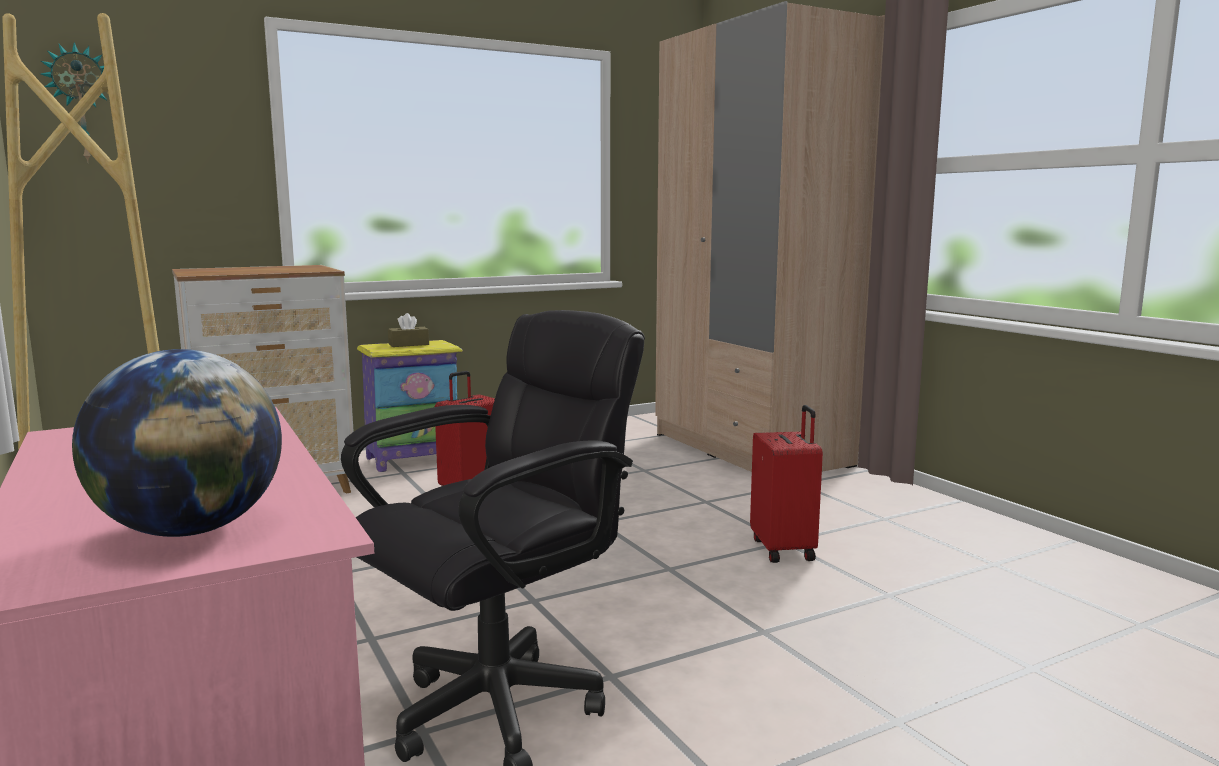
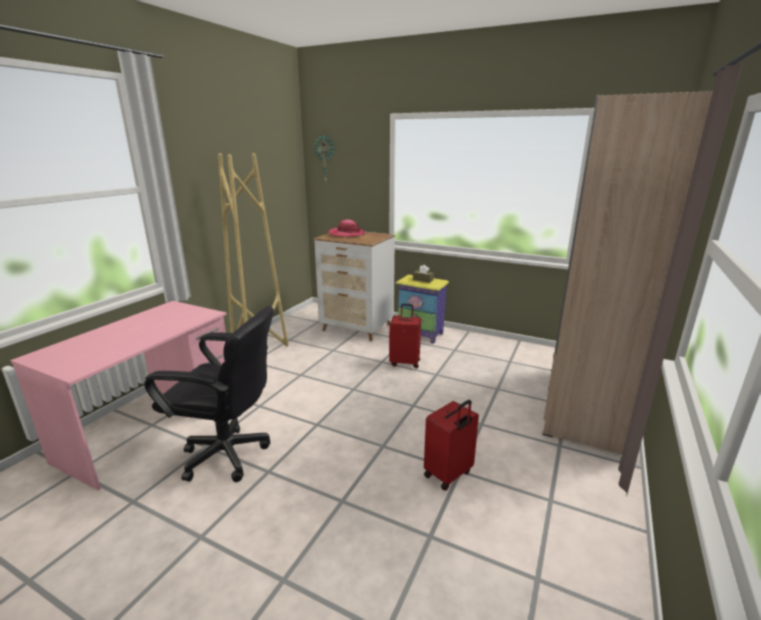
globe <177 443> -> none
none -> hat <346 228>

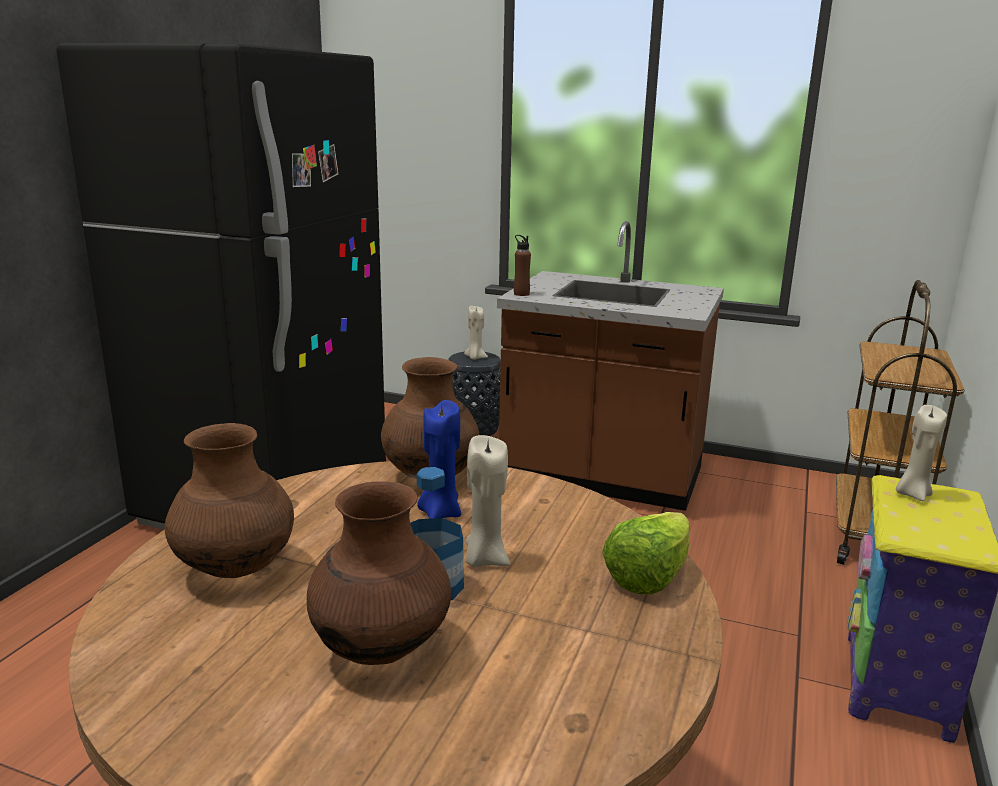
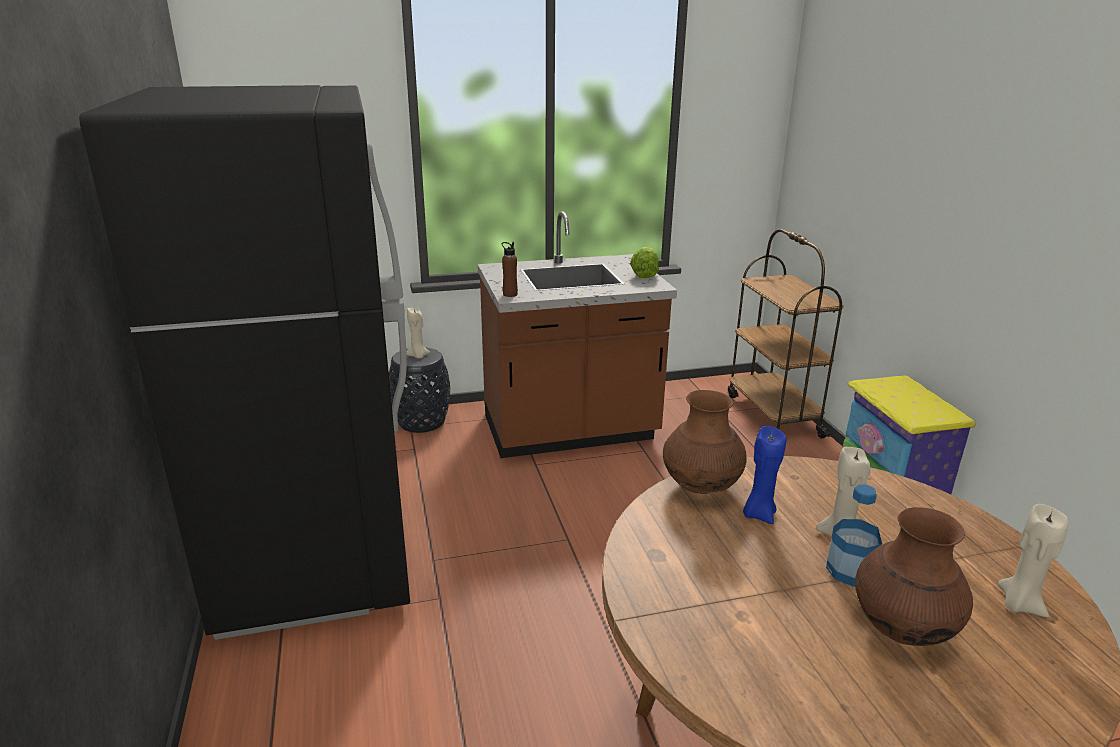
beige candle <921 453> -> beige candle <1033 560>, relocated
brown vase <229 500> -> none
lettuce <646 553> -> lettuce <644 262>, relocated

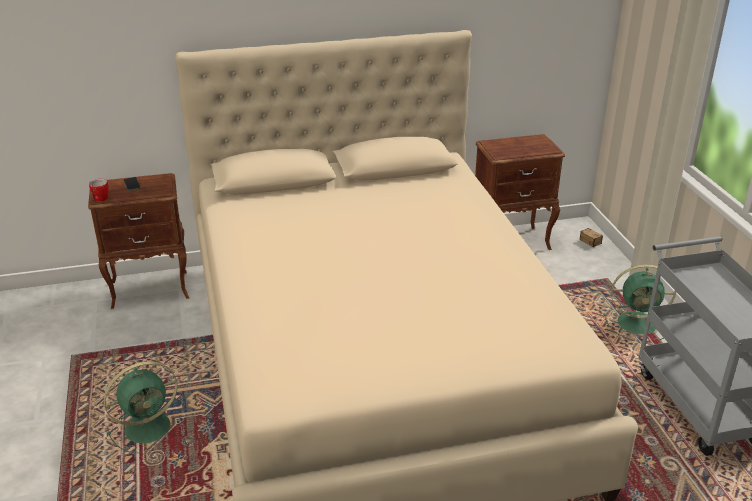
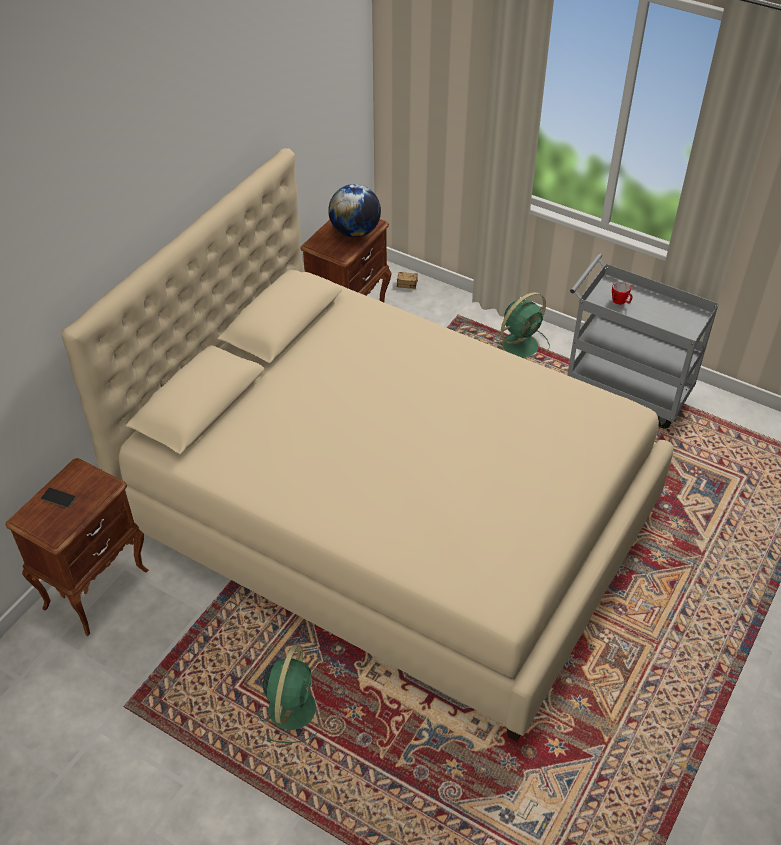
mug <99 190> -> mug <622 293>, relocated
none -> globe <354 211>

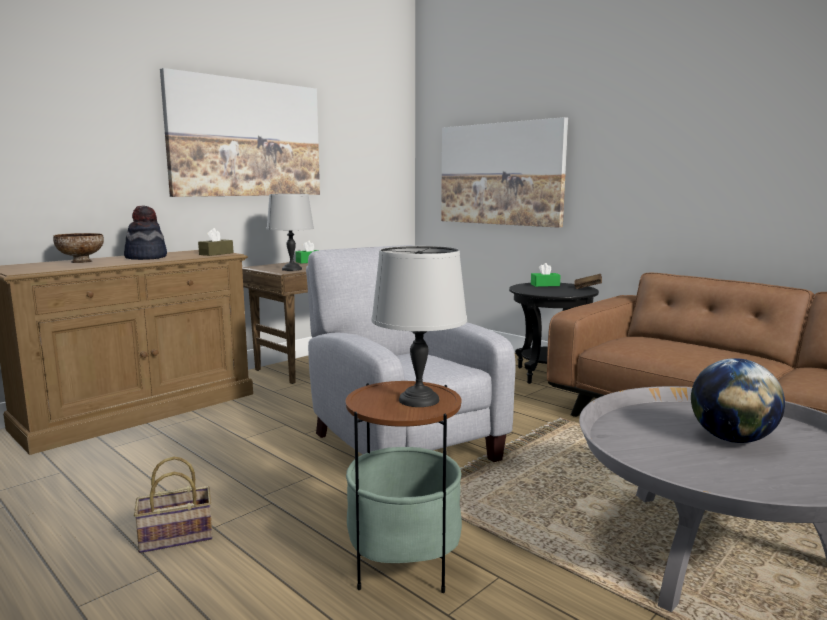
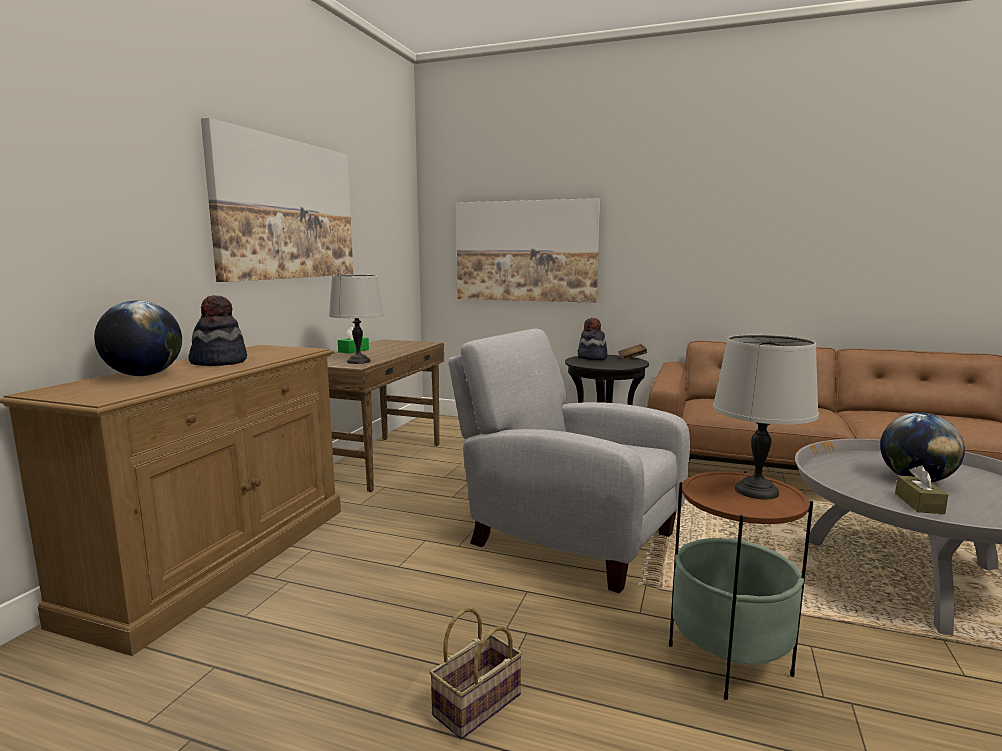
brown tissue box <216 242> -> brown tissue box <921 489>, relocated
bowl <78 248> -> globe <138 338>
green tissue box <546 275> -> hat <593 339>

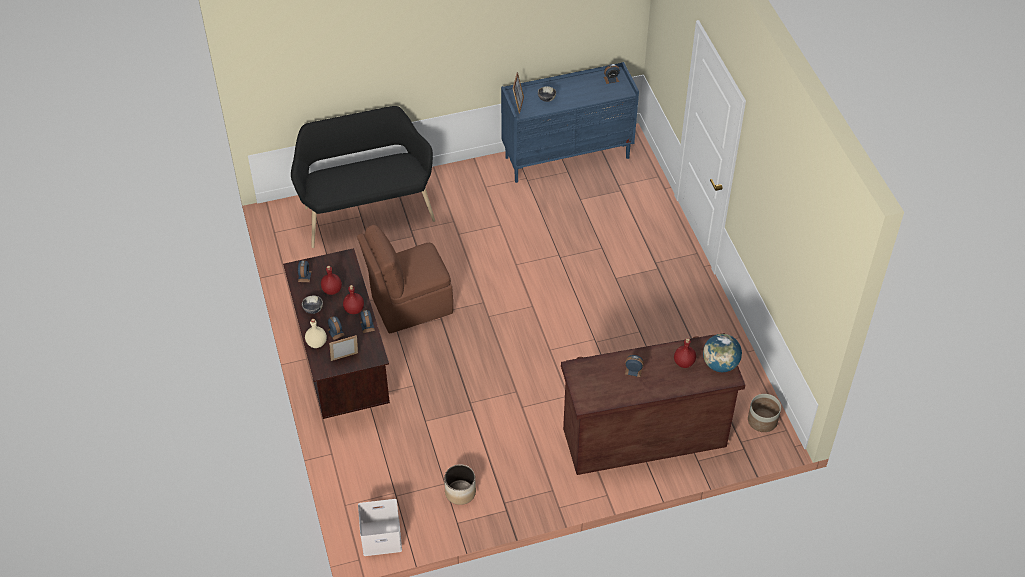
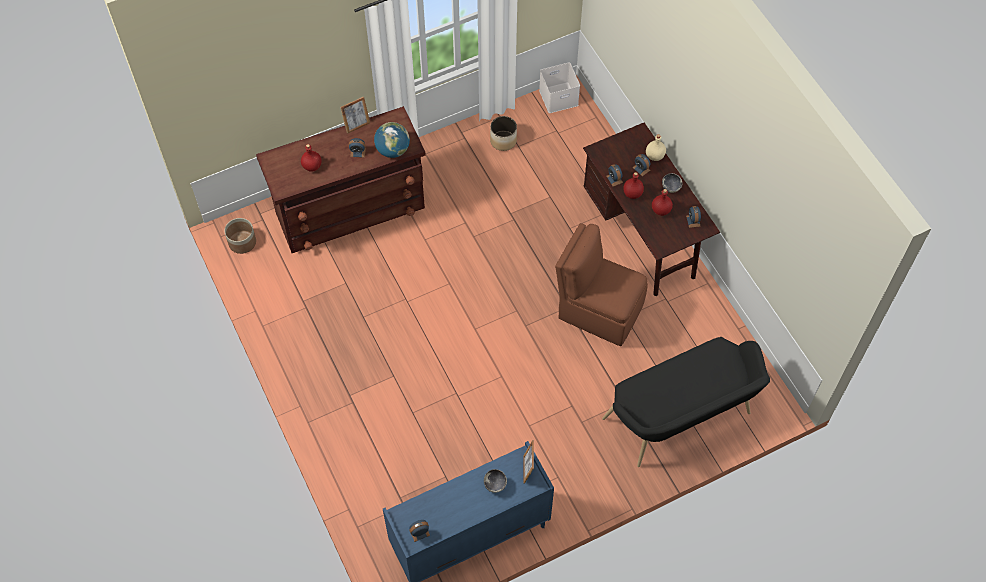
brown chair <405 279> -> brown chair <601 284>, 120 degrees counterclockwise
globe <722 353> -> globe <392 140>, relocated
picture frame <343 348> -> picture frame <355 115>, relocated

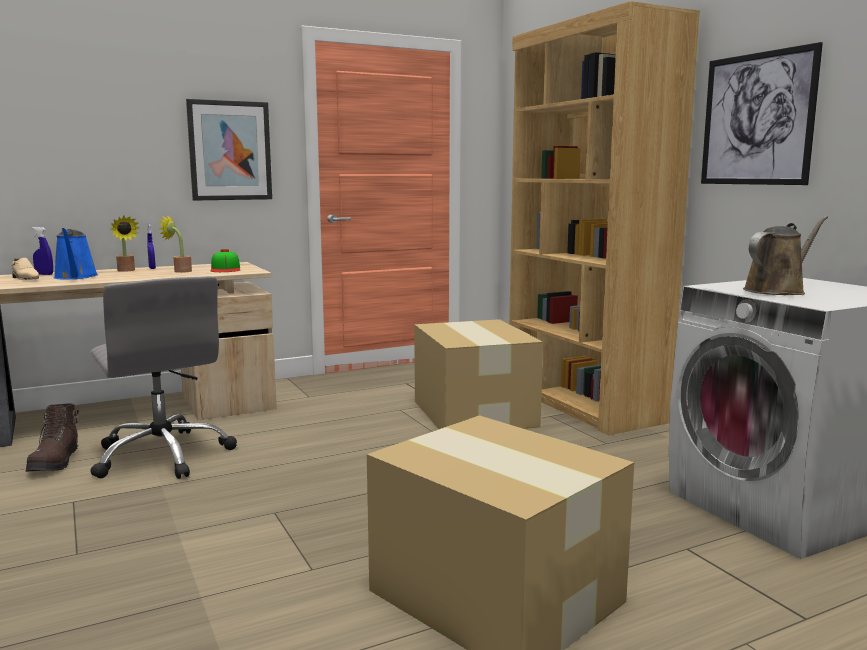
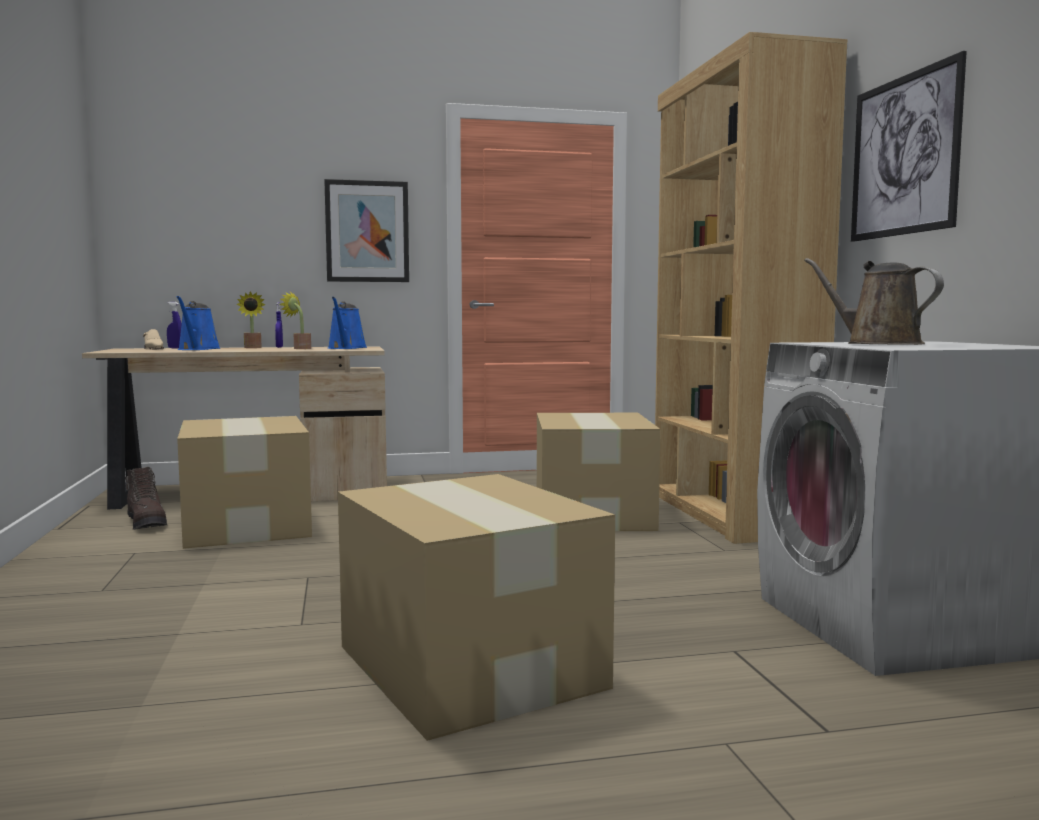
brown watering can <785 255> -> brown watering can <874 301>, 105 degrees counterclockwise
cap <225 260> -> blue watering can <347 323>
grey office chair <163 377> -> cardboard box <244 482>
brown boot <52 437> -> brown boot <146 498>, 45 degrees counterclockwise

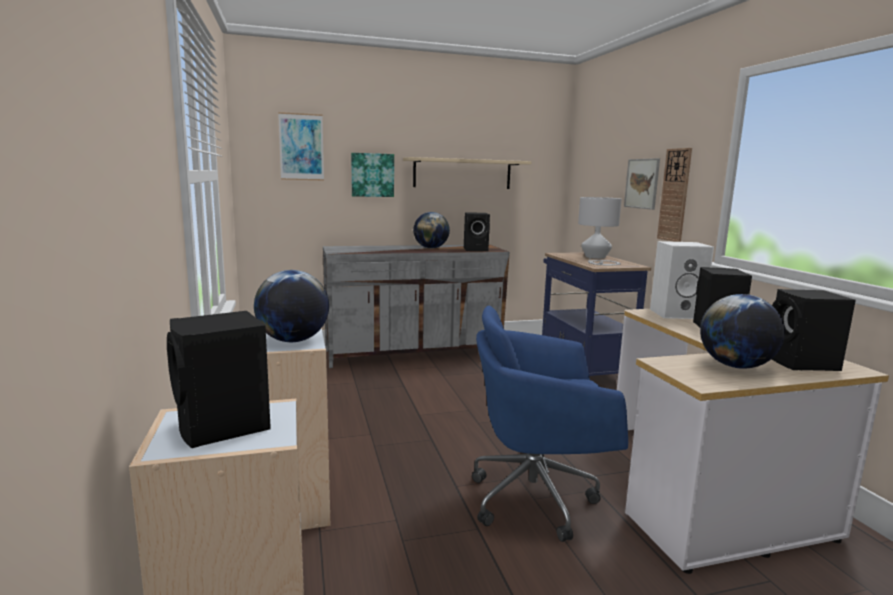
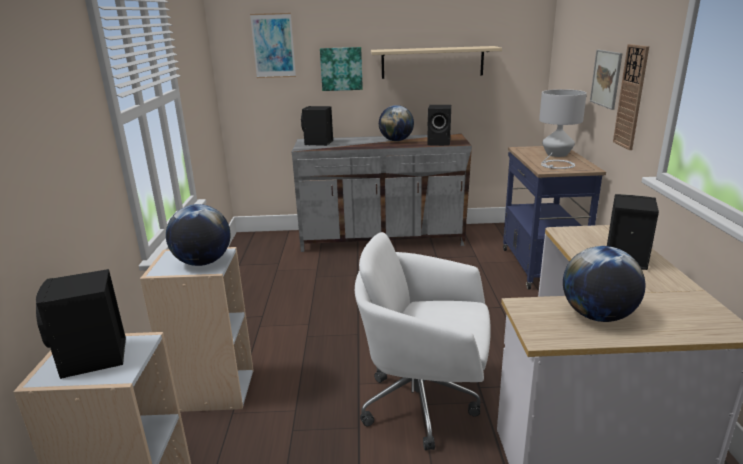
white speaker <682 280> -> none
black speaker <814 330> -> black speaker <317 126>, relocated
blue office chair <550 424> -> white office chair <423 341>

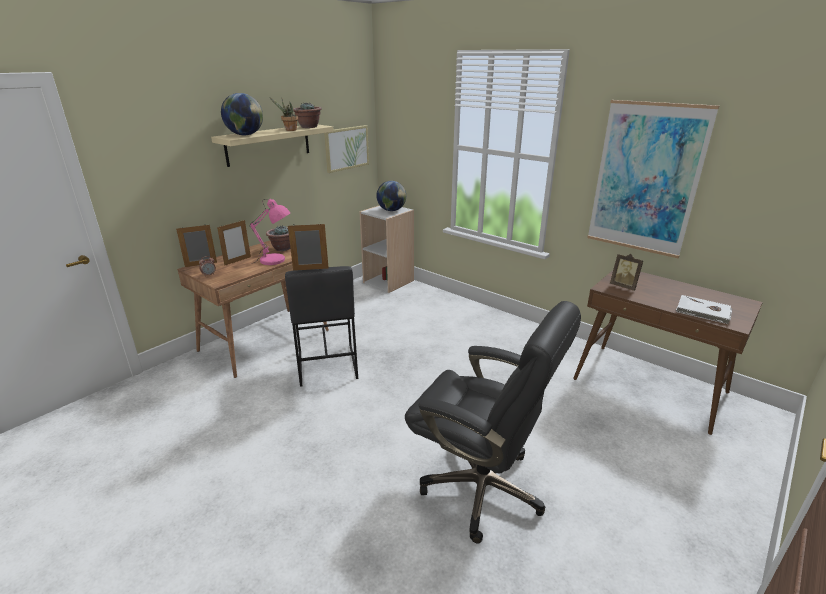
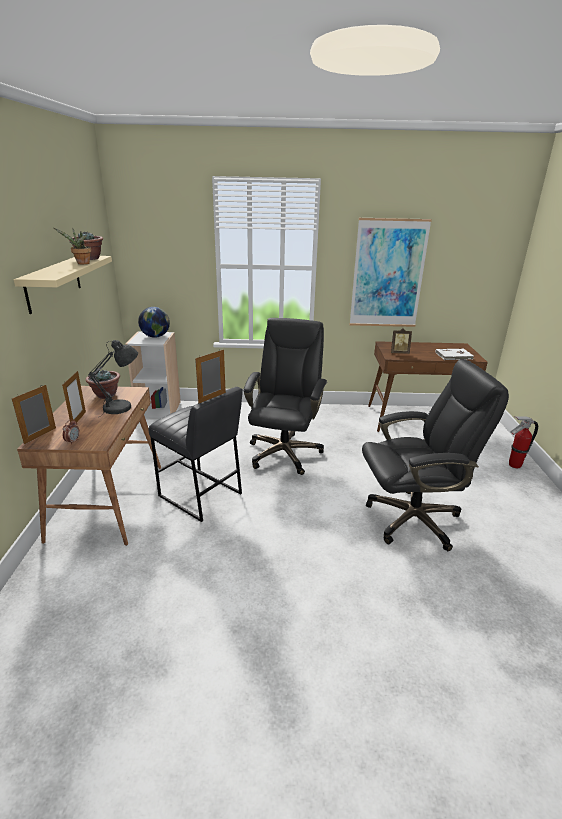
globe <242 114> -> none
picture <346 149> -> none
pink table lamp <270 232> -> grey table lamp <113 378>
none -> black office chair <285 396>
none -> fire extinguisher <523 442>

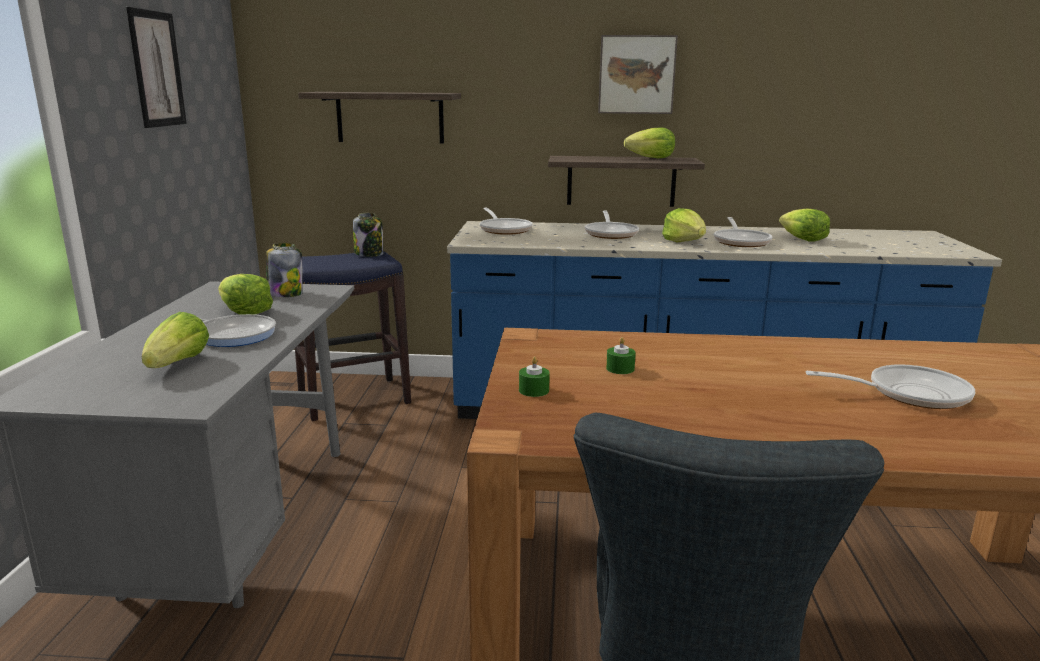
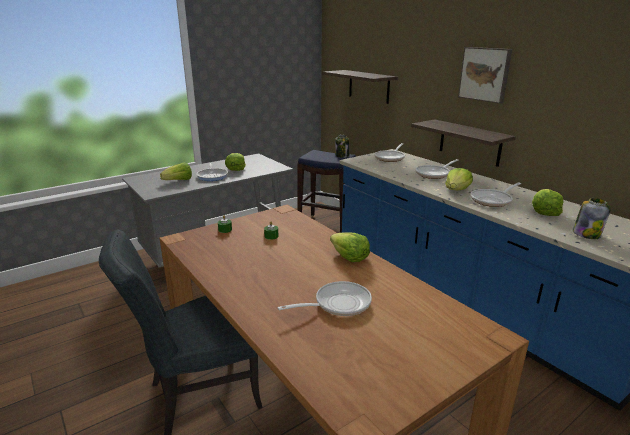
picture <156 67> -> none
lettuce <649 142> -> lettuce <350 247>, relocated
jar <284 270> -> jar <592 218>, relocated
frying pan <890 386> -> frying pan <325 298>, 75 degrees counterclockwise

